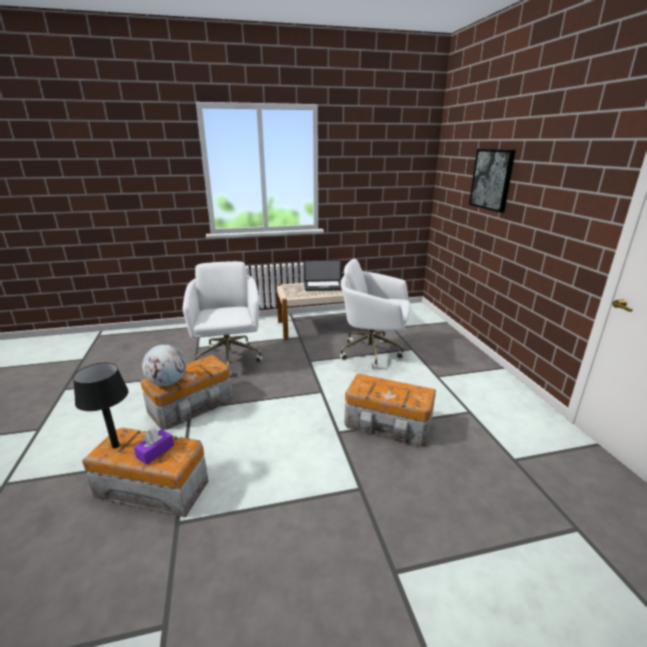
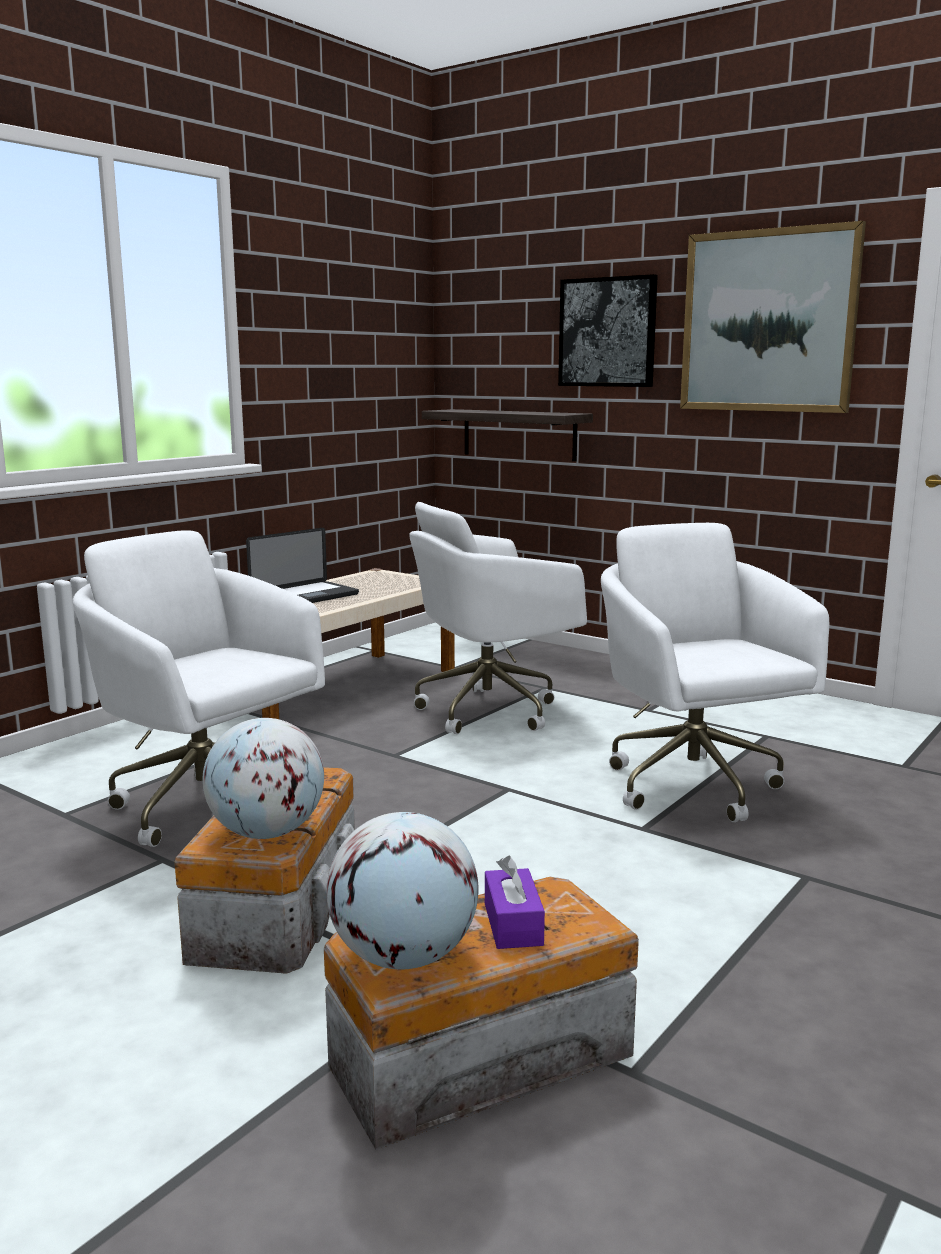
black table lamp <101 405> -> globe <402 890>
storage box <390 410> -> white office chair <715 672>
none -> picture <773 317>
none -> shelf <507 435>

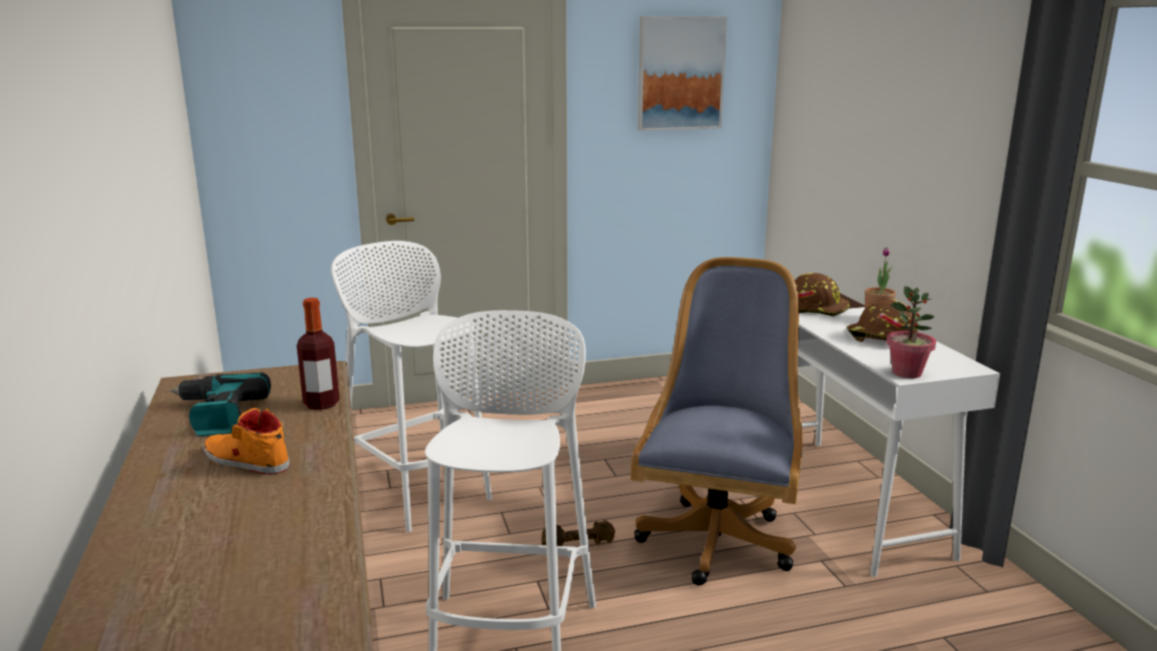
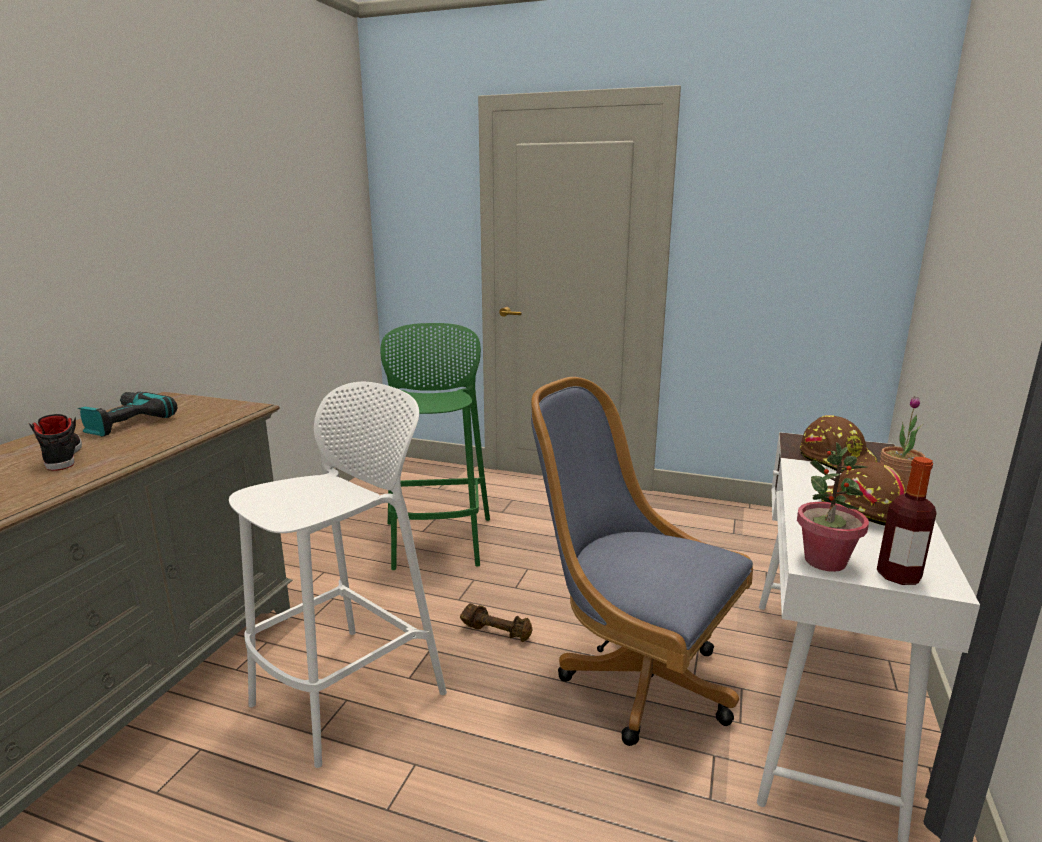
picture <682 73> -> none
white stool <411 386> -> green stool <435 446>
blue office chair <717 421> -> blue office chair <642 561>, 105 degrees counterclockwise
bottle <318 354> -> bottle <907 521>, relocated
orange shoe <246 441> -> black shoe <55 442>

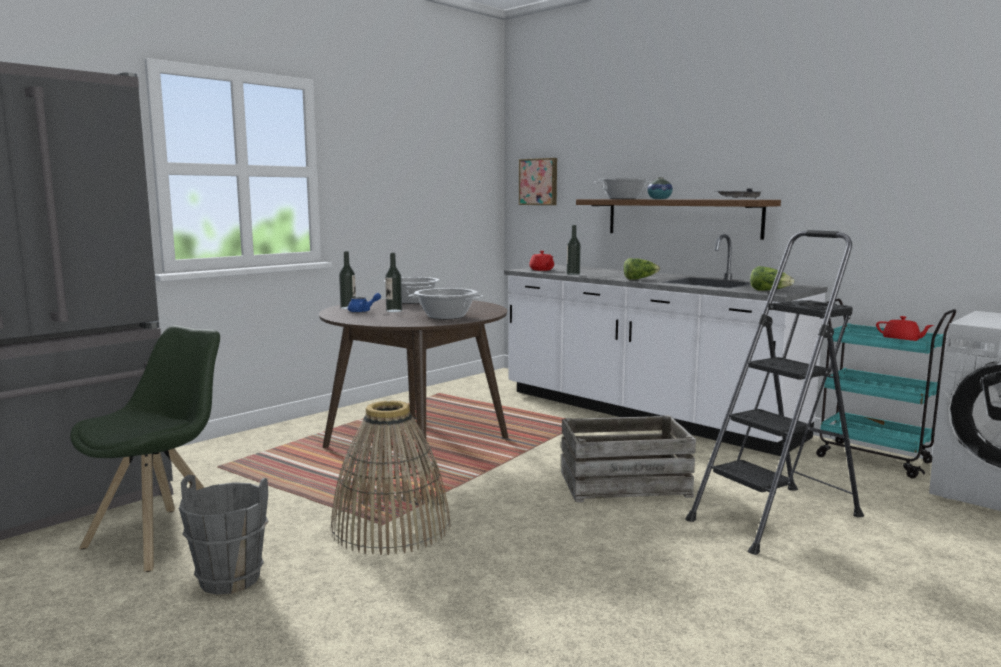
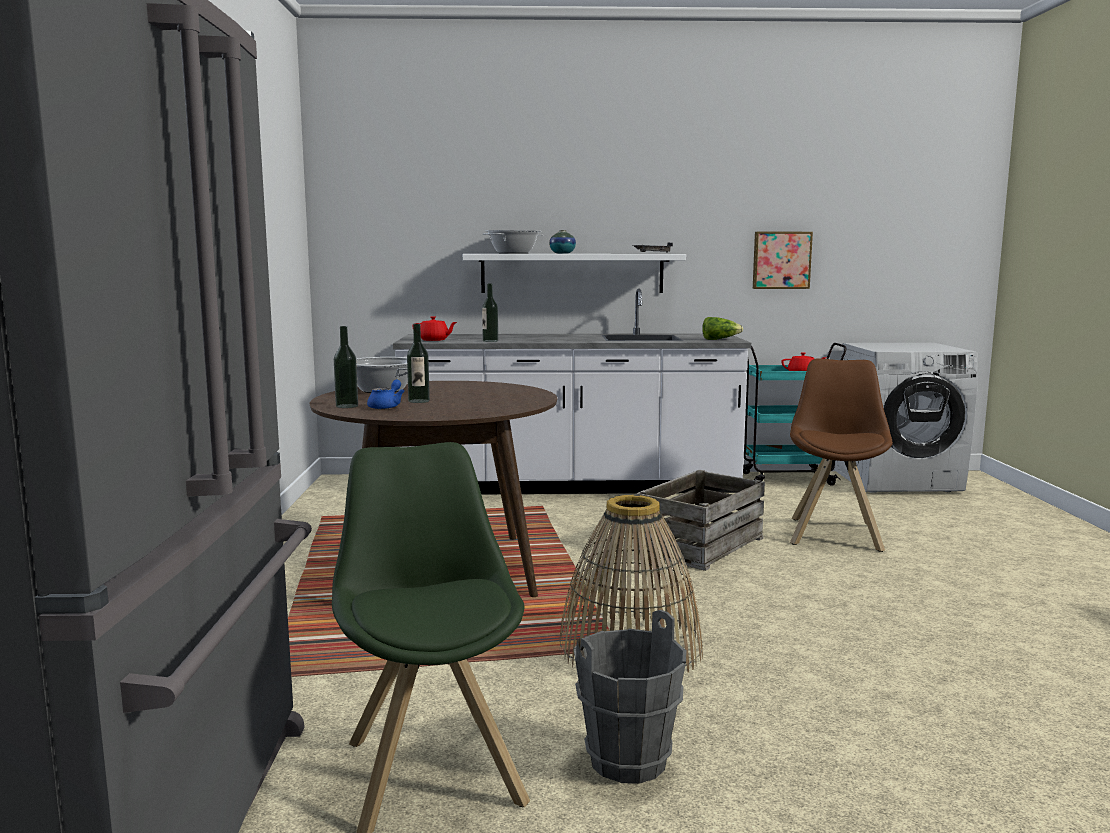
picture <538 181> -> picture <783 260>, relocated
brown shelf <678 219> -> white shelf <574 273>
step ladder <774 392> -> brown chair <841 455>
lettuce <641 269> -> none
cooking pot <446 304> -> none

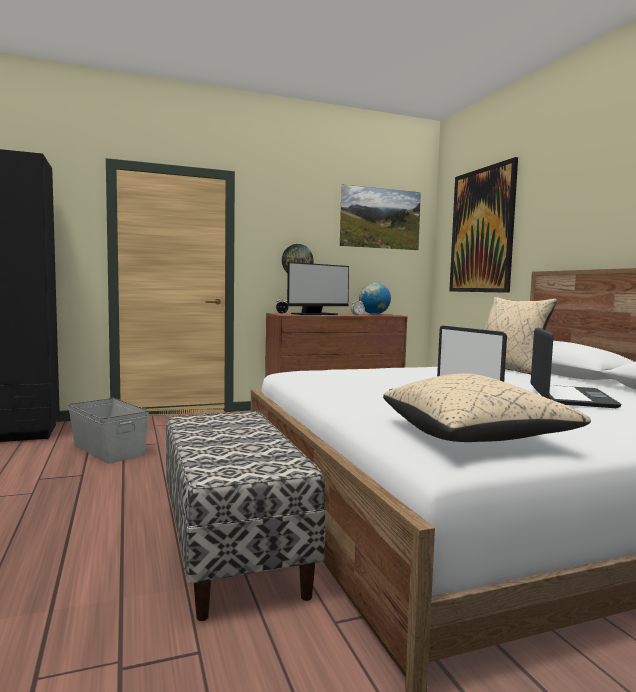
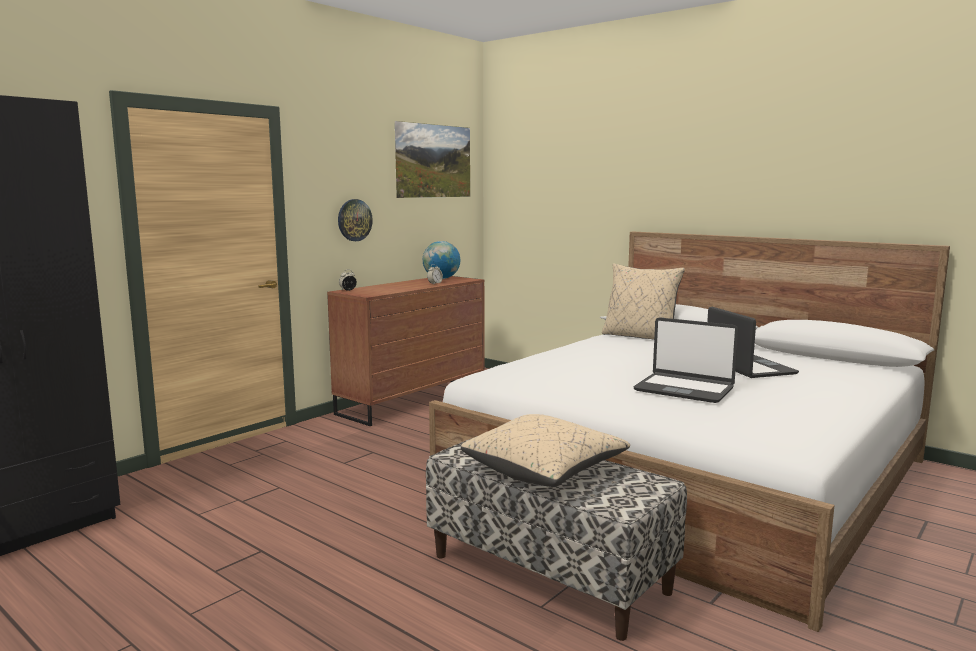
picture <483 225> -> none
monitor <318 288> -> none
beige pillow <487 407> -> beige pillow <545 450>, relocated
grey storage box <108 431> -> none

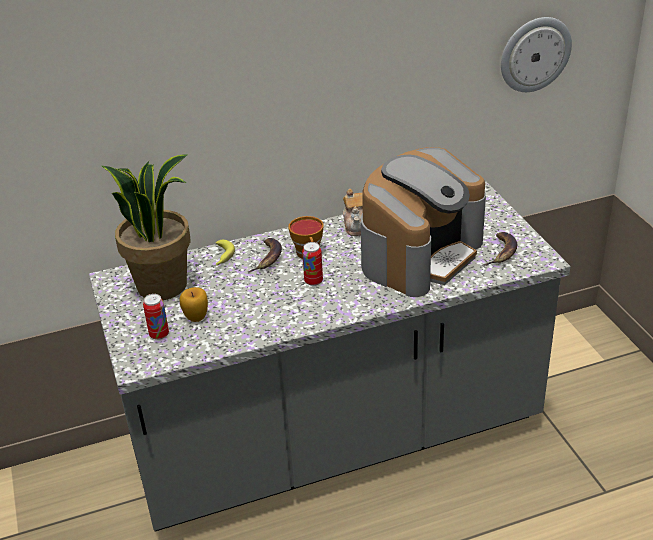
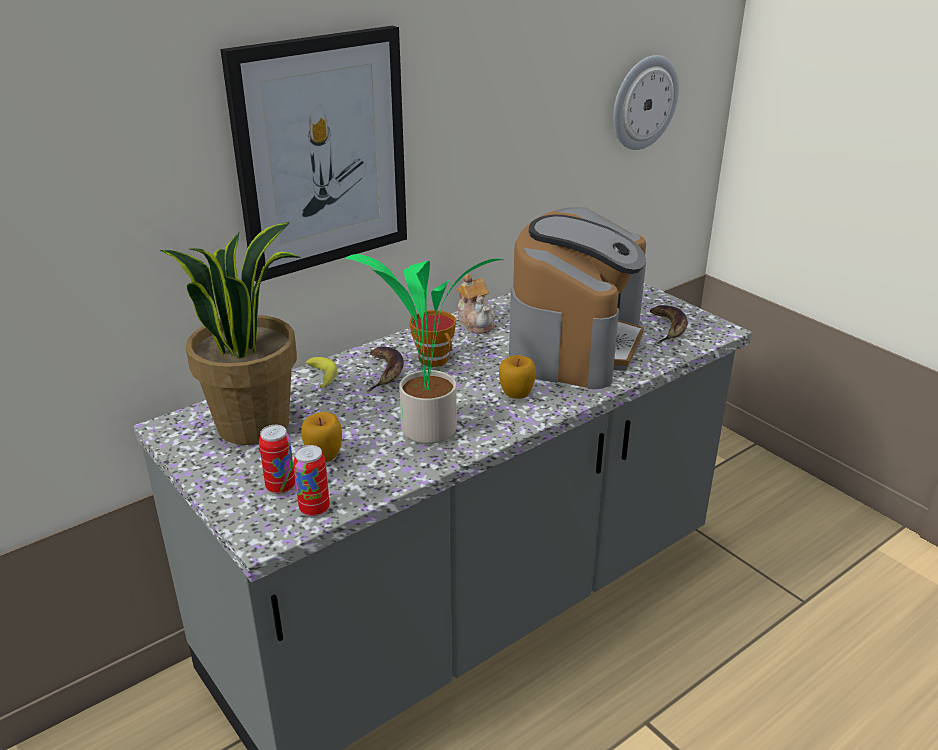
can <312 264> -> can <311 481>, relocated
none -> picture <313 154>
none -> potted plant <425 349>
none -> apple <517 377>

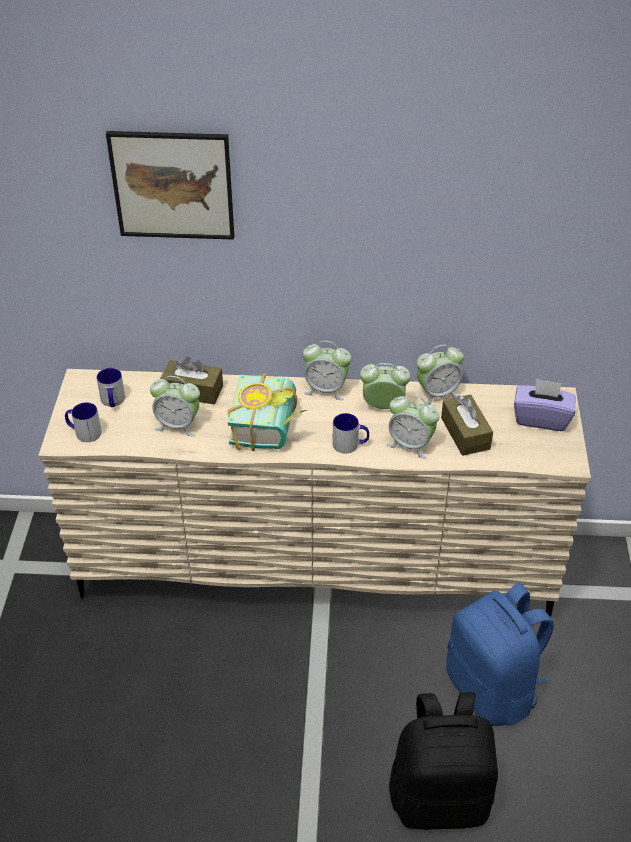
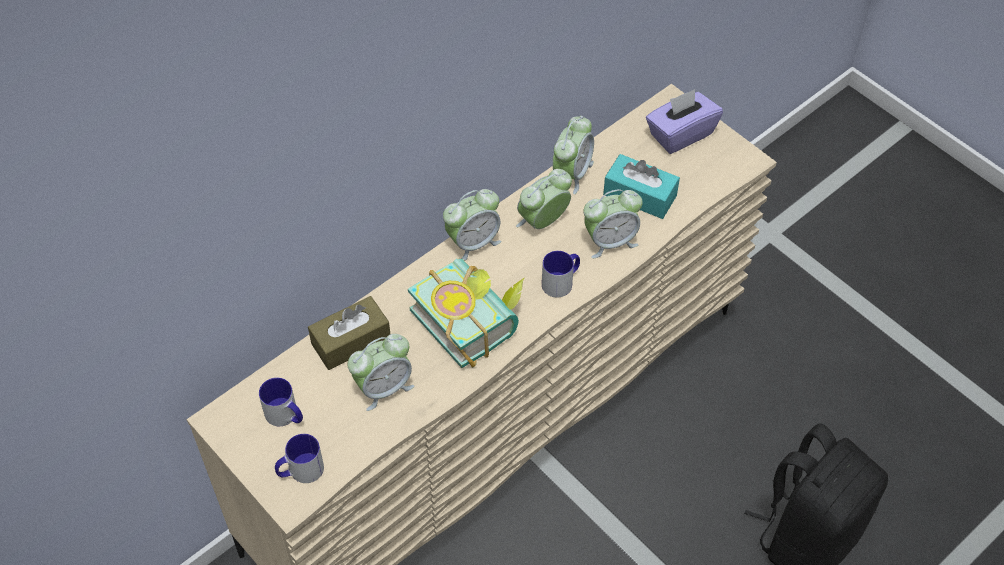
picture <170 185> -> none
brown tissue box <467 425> -> turquoise tissue box <641 186>
blue backpack <500 654> -> none

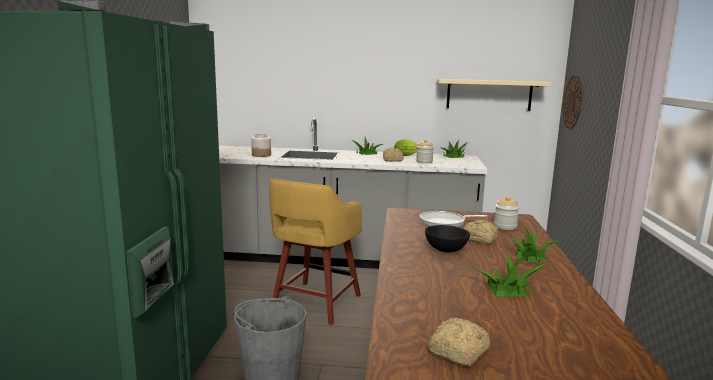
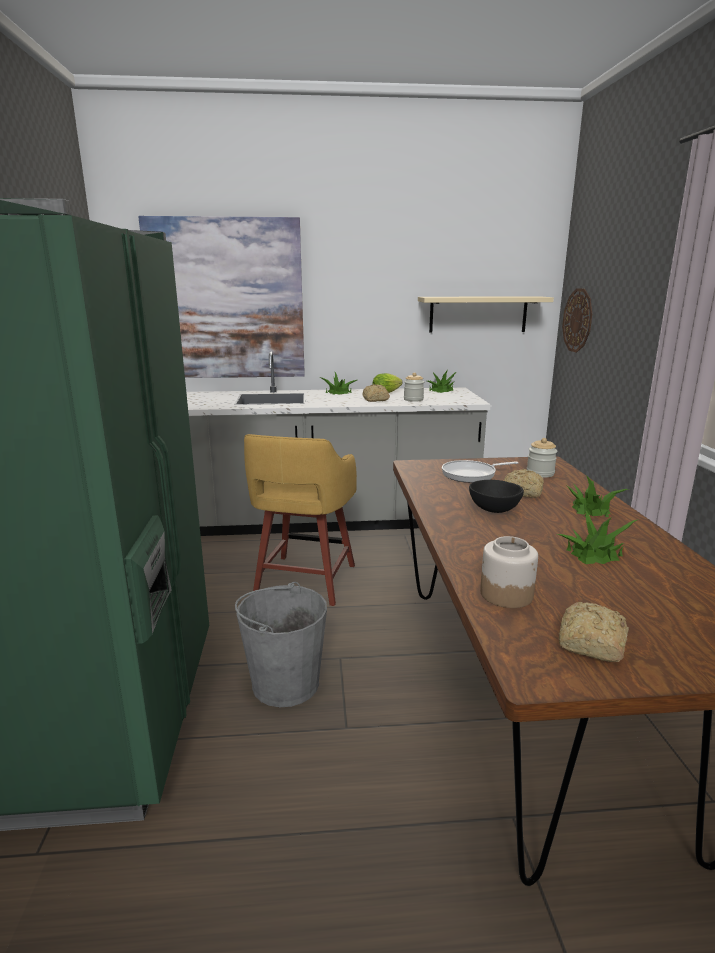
jar <261 145> -> jar <509 572>, relocated
none -> picture <221 297>

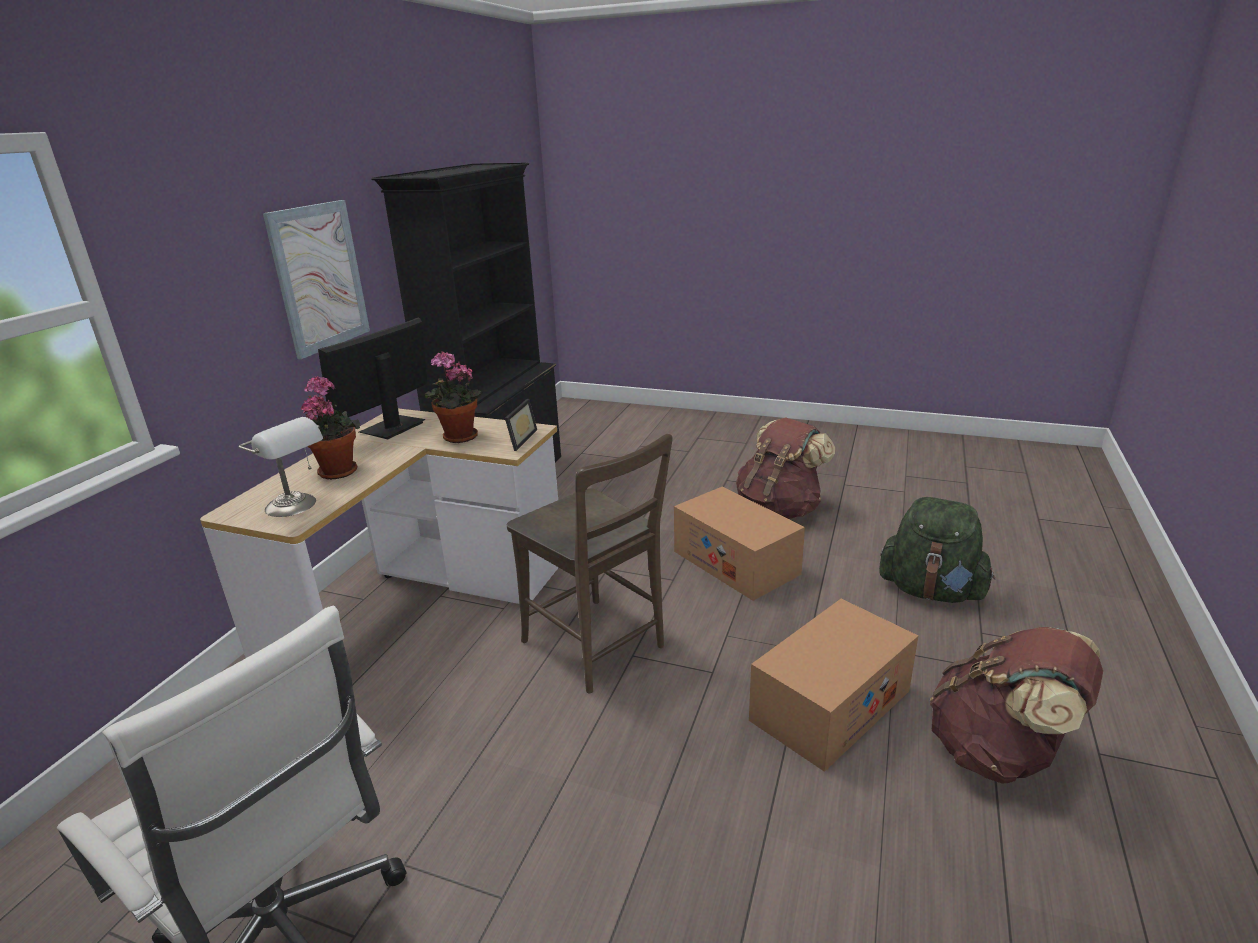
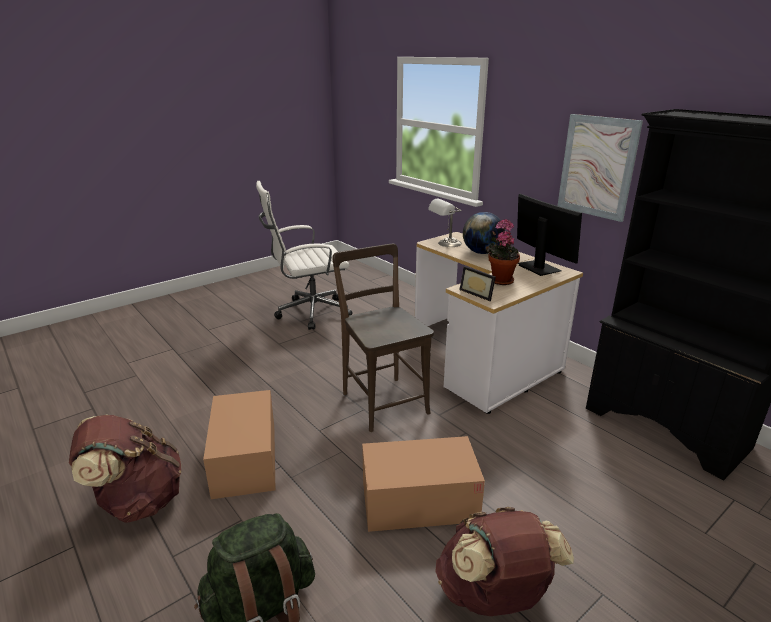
potted plant <330 428> -> globe <484 233>
brown chair <590 564> -> brown chair <383 338>, 75 degrees clockwise

